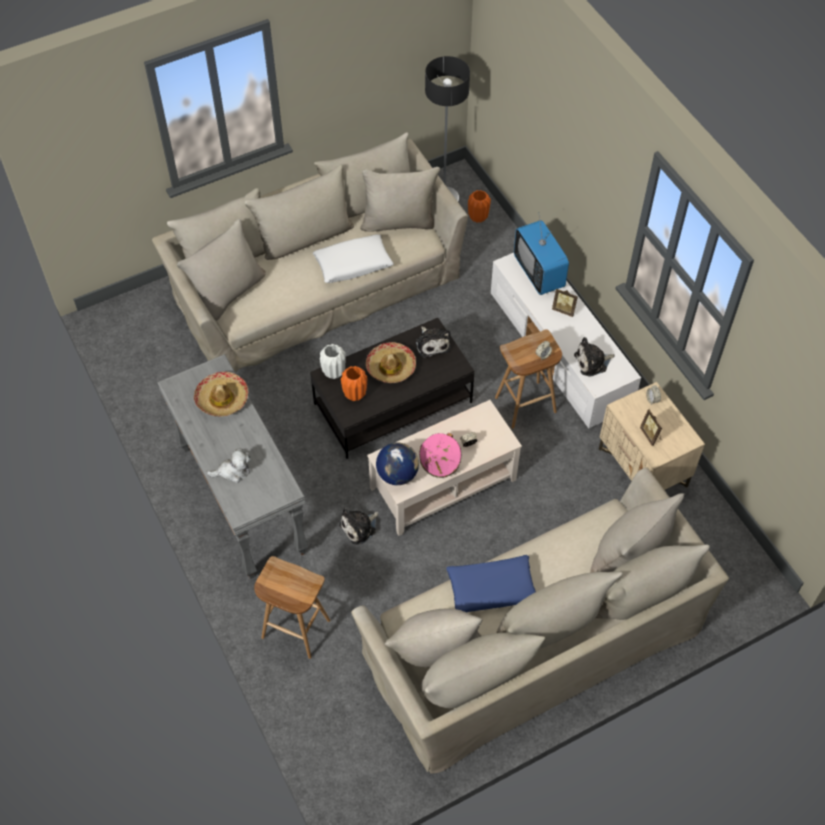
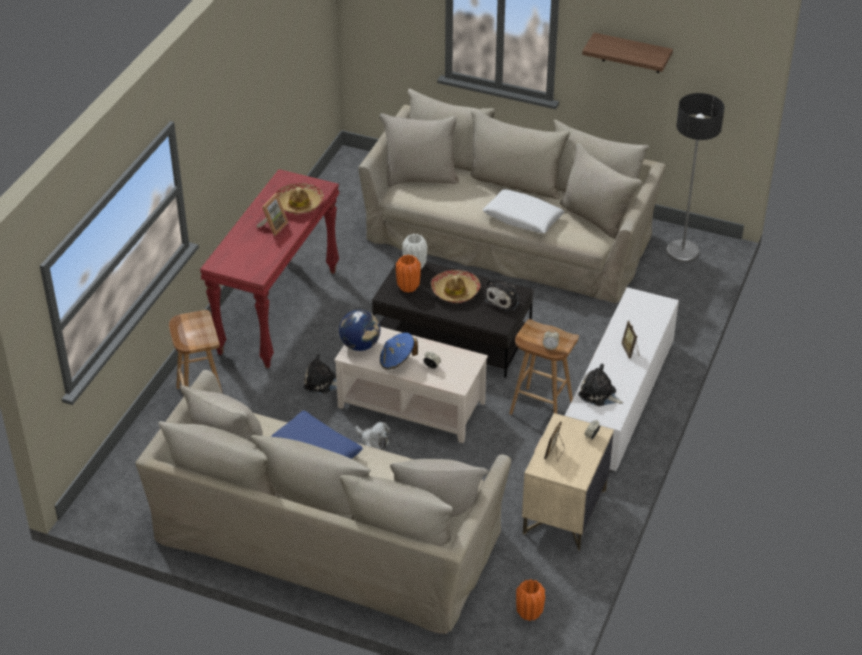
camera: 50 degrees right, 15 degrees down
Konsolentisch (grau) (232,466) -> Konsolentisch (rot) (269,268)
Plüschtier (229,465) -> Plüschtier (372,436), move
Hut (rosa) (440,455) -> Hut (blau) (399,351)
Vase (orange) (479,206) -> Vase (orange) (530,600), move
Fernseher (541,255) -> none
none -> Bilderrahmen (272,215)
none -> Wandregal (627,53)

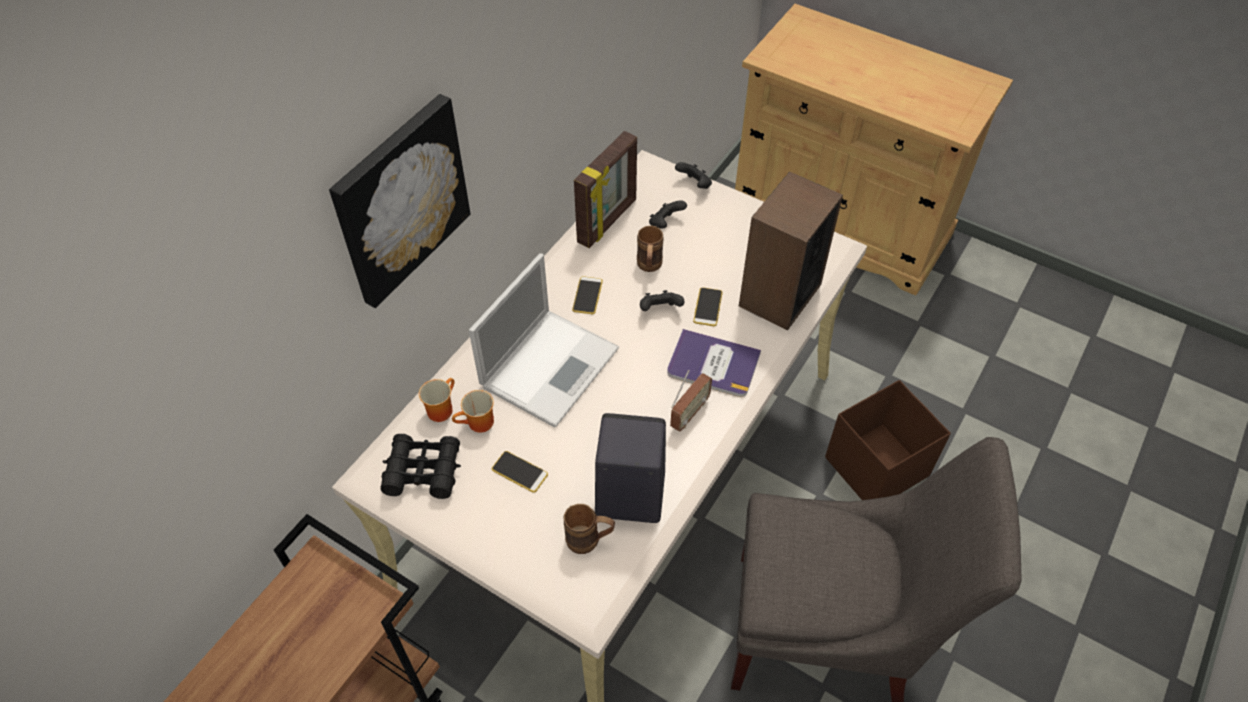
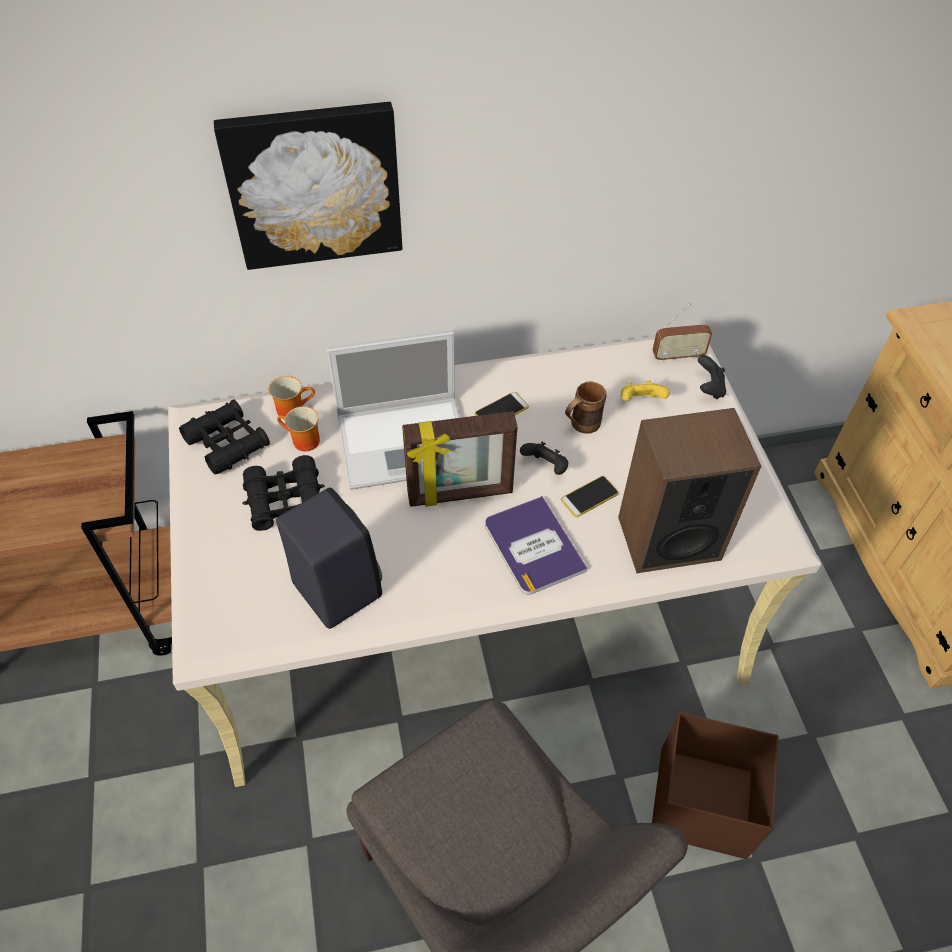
camera: 45 degrees right, 0 degrees up
Handy (520,472) -> Fernglas (schwarz) (283,493)
Henkelbecher (braun) (589,529) -> none
Bilderrahmen (605,189) -> Bilderrahmen (460,459), move
Gamepad (schwarz) (668,214) -> Gamepad (gelb) (645,390)
Radio (691,401) -> Radio (682,333), move

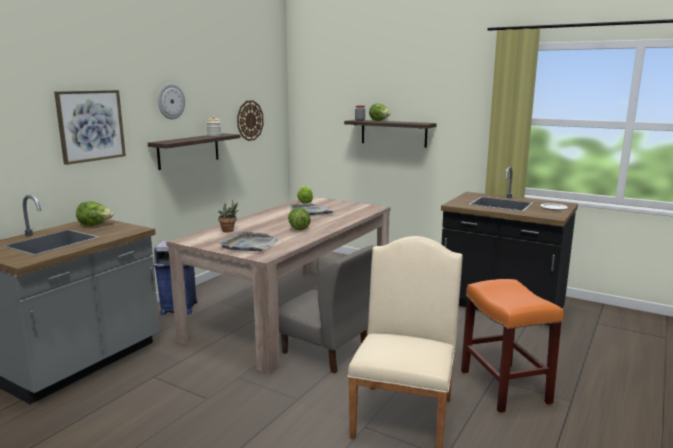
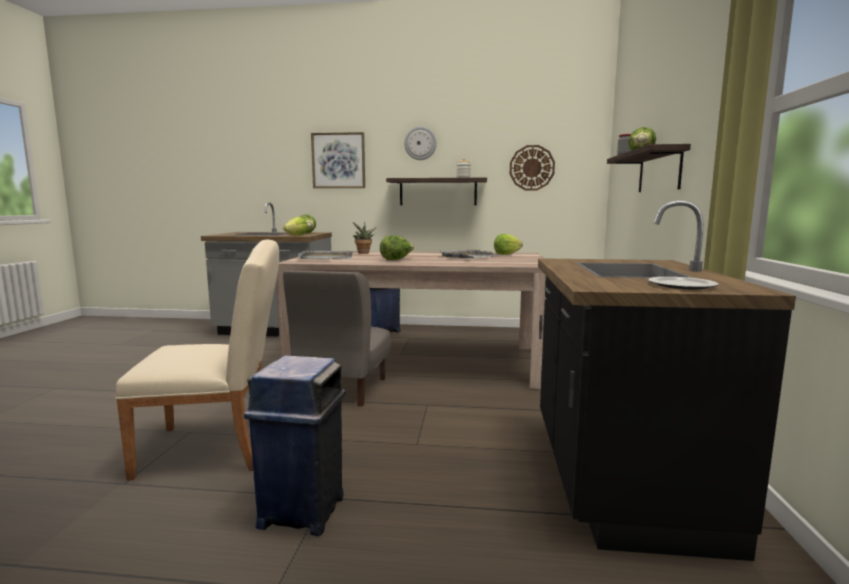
camera: 65 degrees right, 5 degrees down
Hocker (orange) (512,346) -> Mülleimer (blau) (295,446)
none -> Salatkopf (295,226)

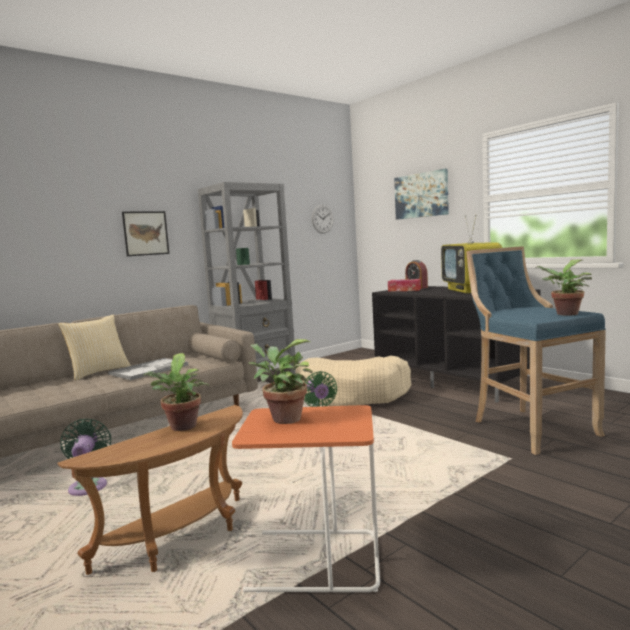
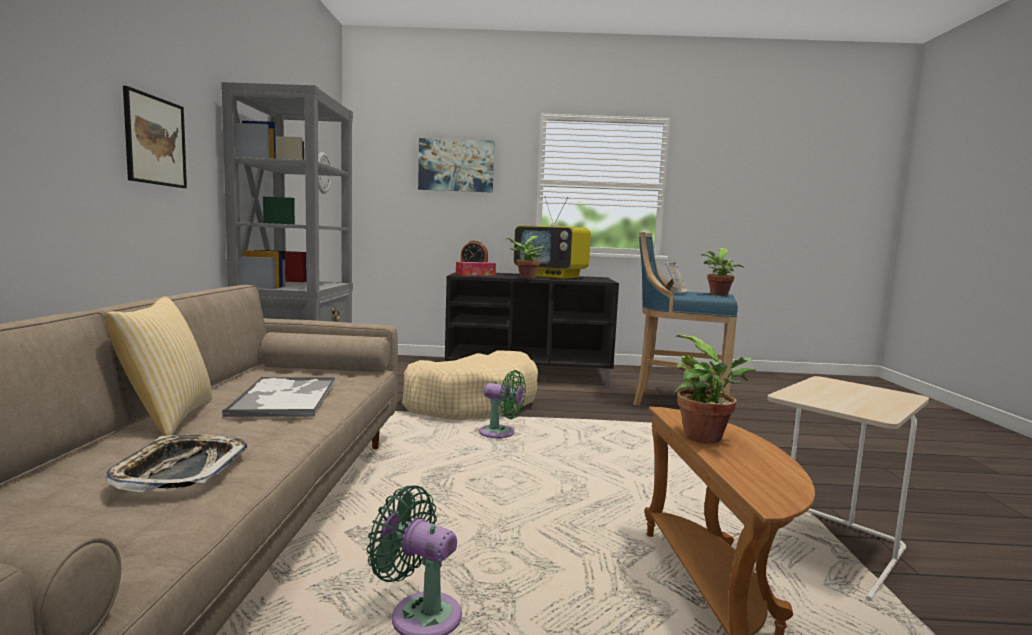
camera: 50 degrees left, 0 degrees up
Beistelltisch (orange) (306,499) -> Beistelltisch (beige) (848,488)
Topfpflanze (281,381) -> Topfpflanze (525,257), move
none -> Tablett (176,463)
none -> Bilderrahmen (677,278)

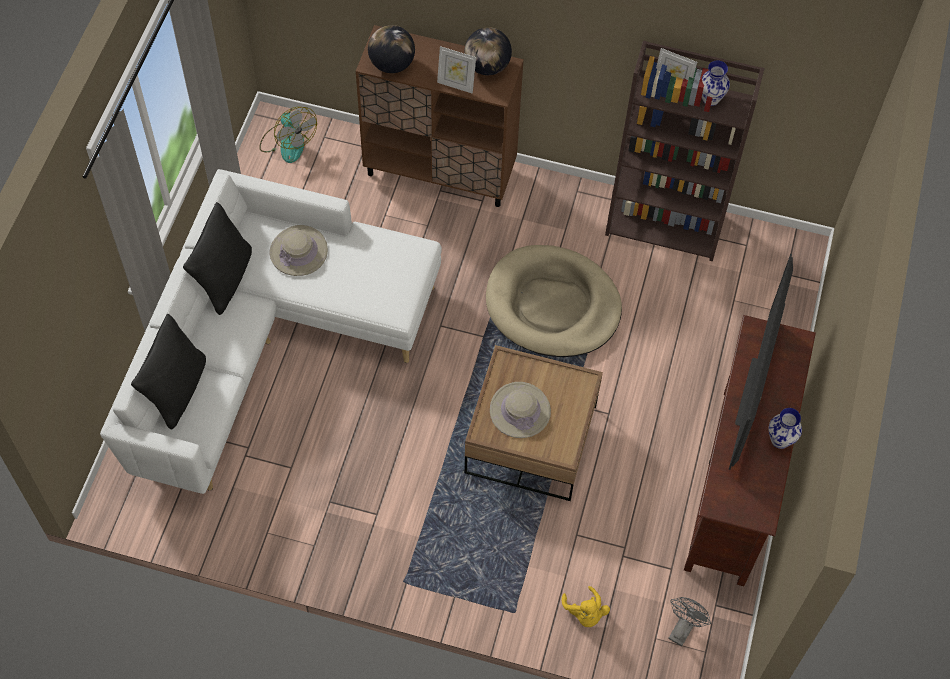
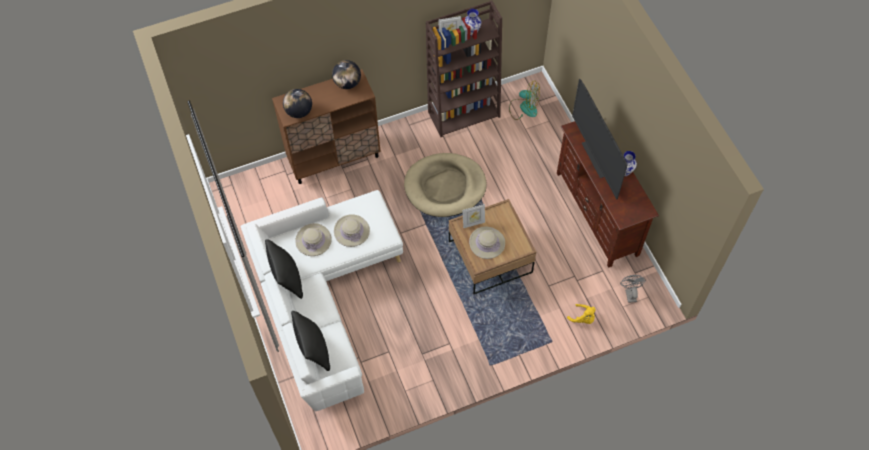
camera: 35 degrees left, 0 degrees up
Ventilator (288,135) -> Ventilator (524,100), move
Bilderrahmen (456,70) -> Bilderrahmen (473,216), move
none -> Hut (beige) (352,230)

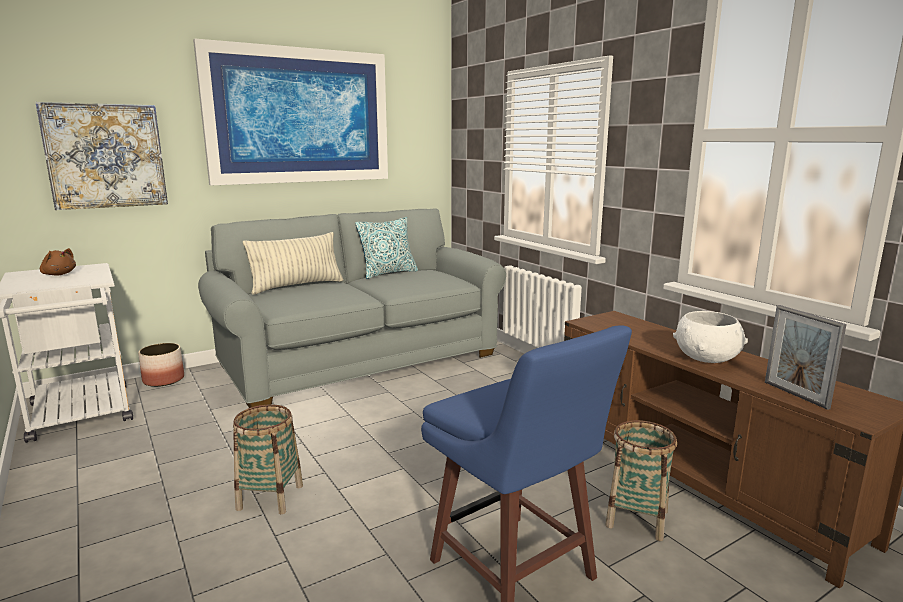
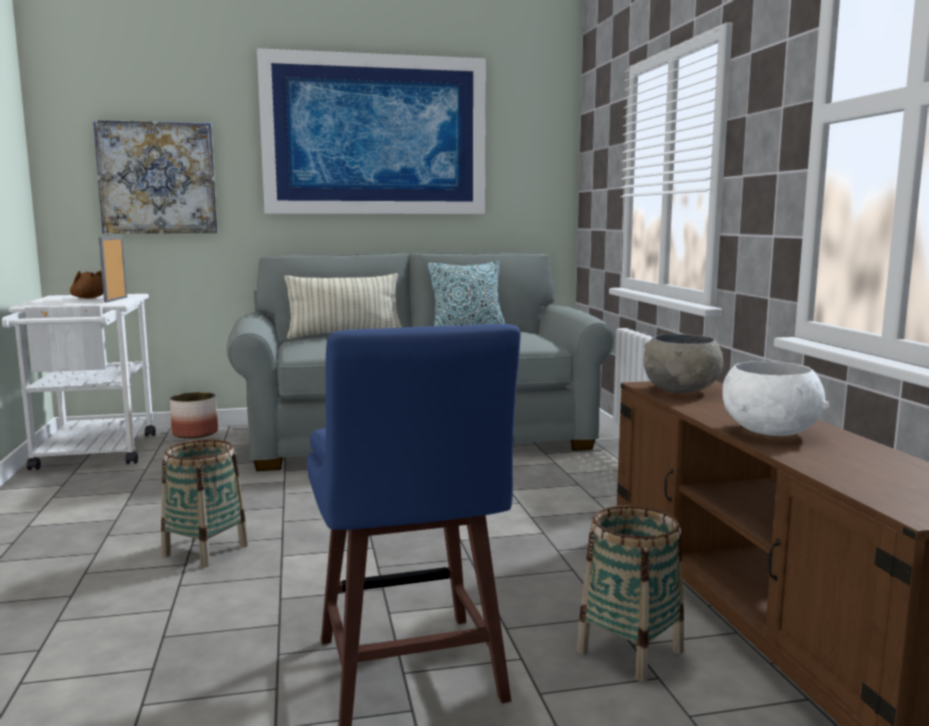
camera: 20 degrees right, 5 degrees down
Bilderrahmen (806,357) -> Bilderrahmen (113,269), move
none -> Schüssel (grau) (683,363)

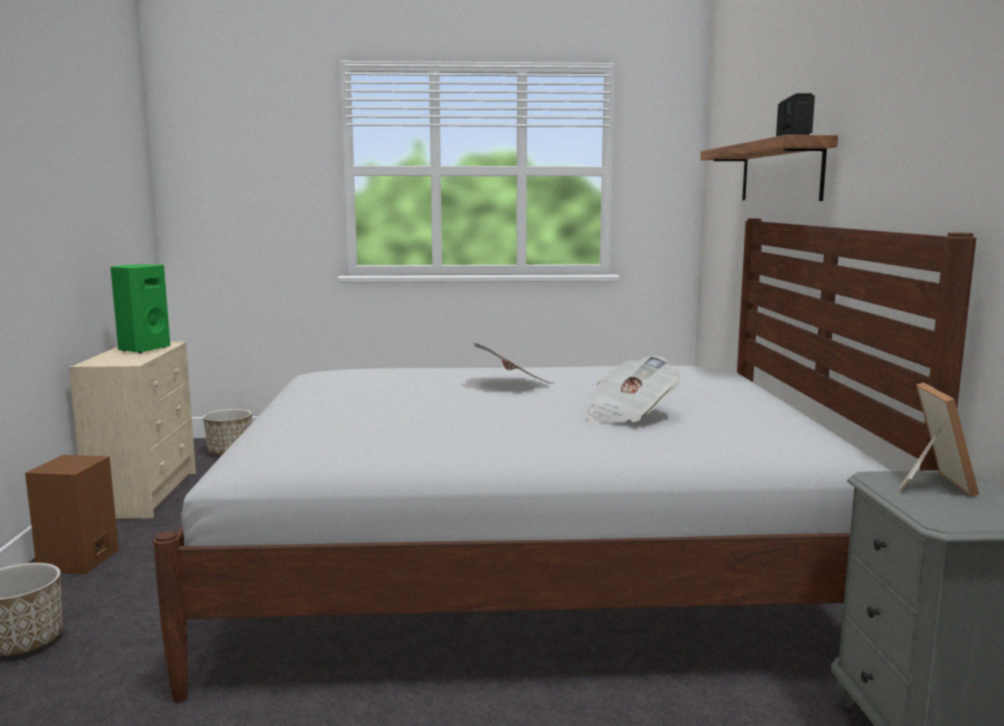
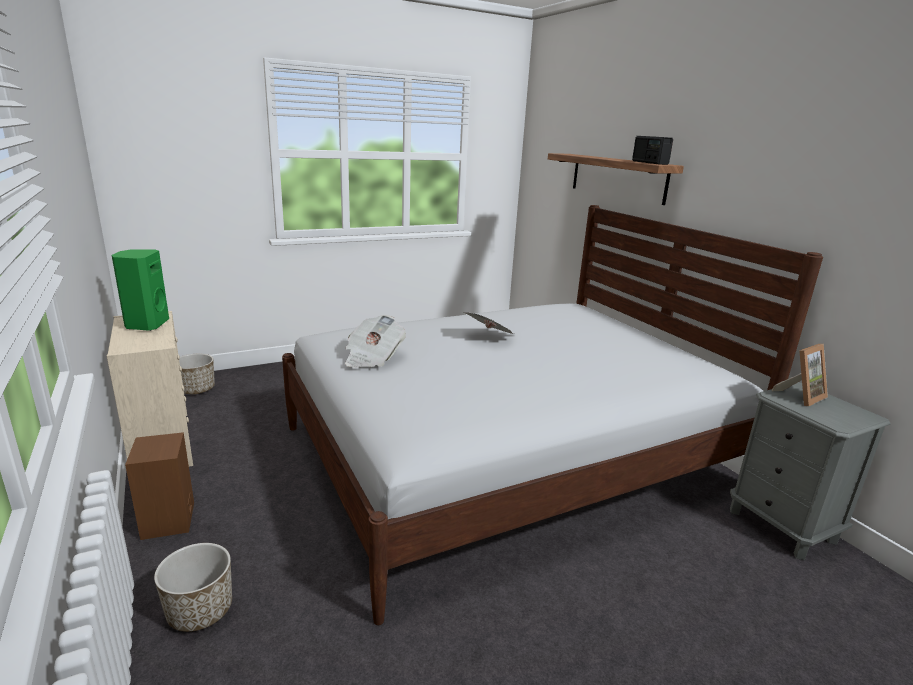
camera: 25 degrees left, 10 degrees up
Zeitung (633,389) -> Zeitung (375,341), move
Bilderrahmen (939,439) -> Bilderrahmen (799,375), 75 degrees clockwise

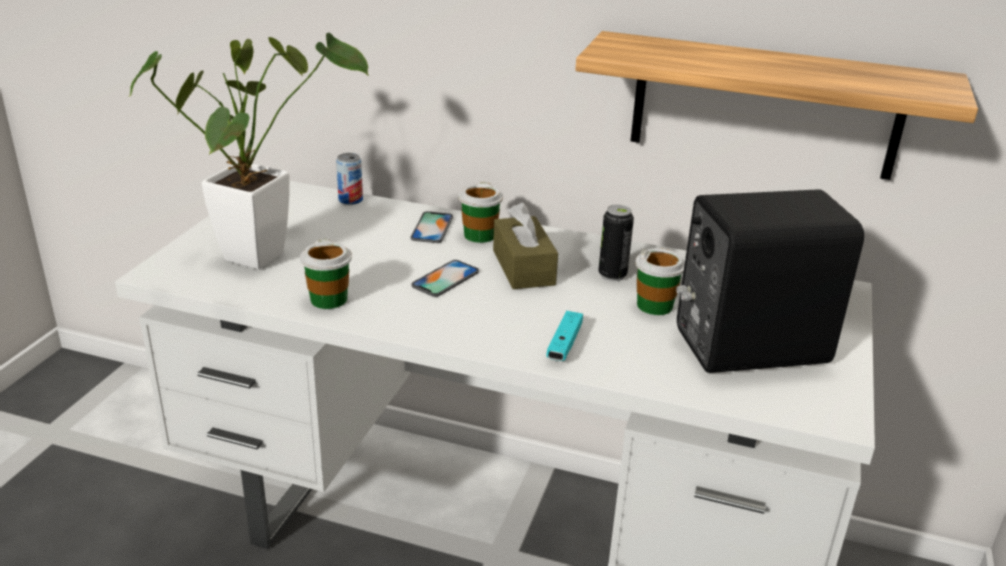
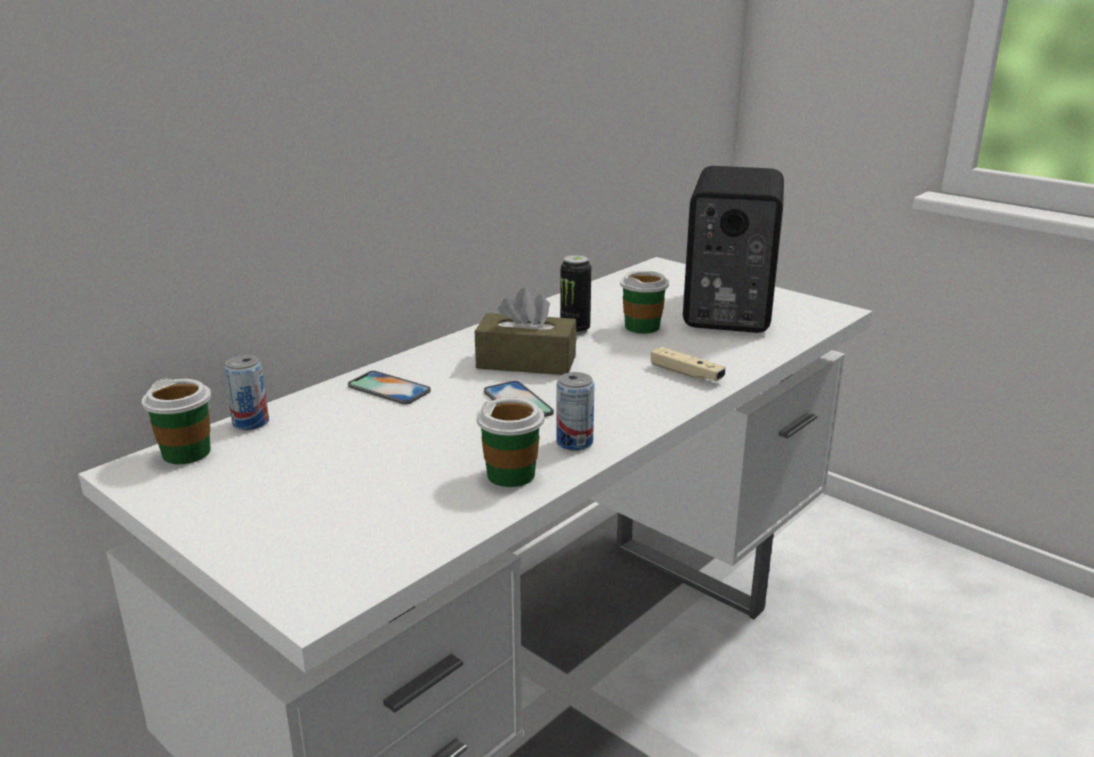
camera: 65 degrees left, 5 degrees down
Topfpflanze (249,151) -> none
Tasse (480,212) -> Tasse (176,421), move
Gamepad (türkis) (564,336) -> Gamepad (beige) (688,364)
Wandregal (776,105) -> none
none -> Dose (575,411)

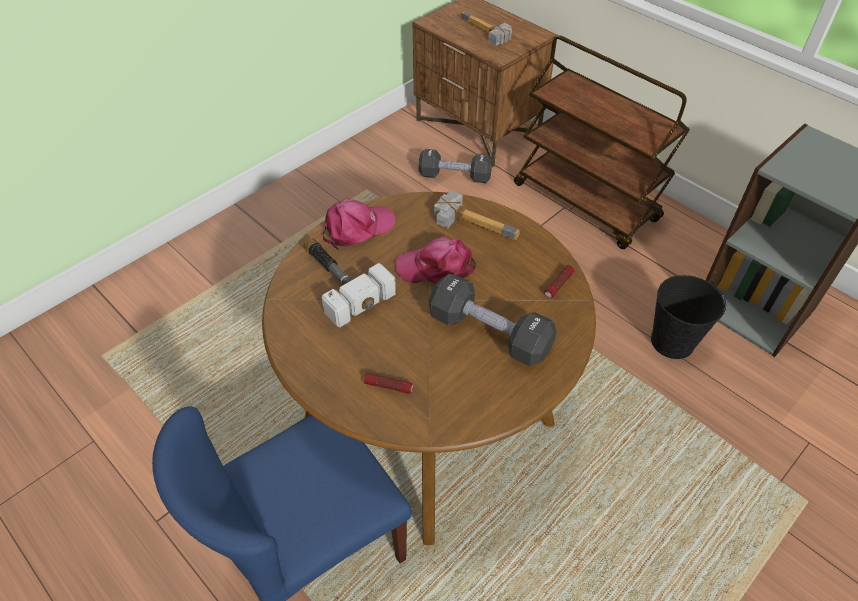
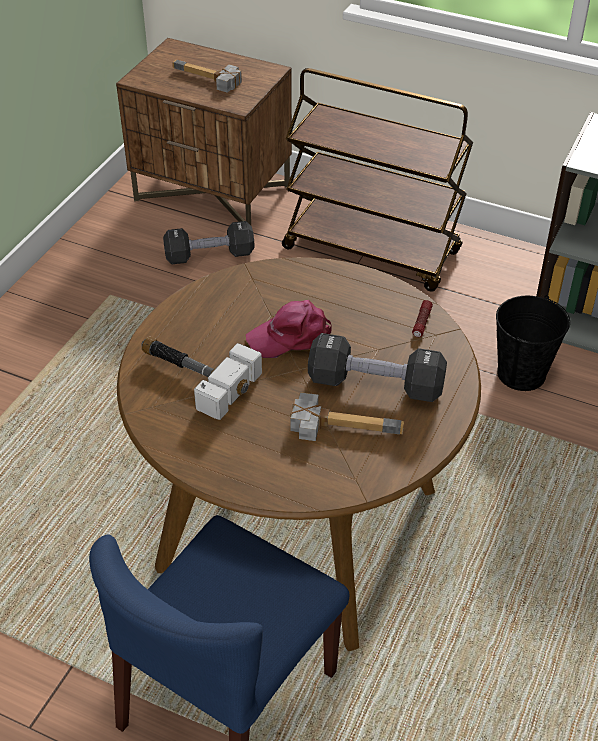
camera: 20 degrees left, 5 degrees down
Kappe (rosa) (359,224) -> none
Taschenlampe (388,383) -> none
Hammer (476,215) -> Hammer (347,416), move

